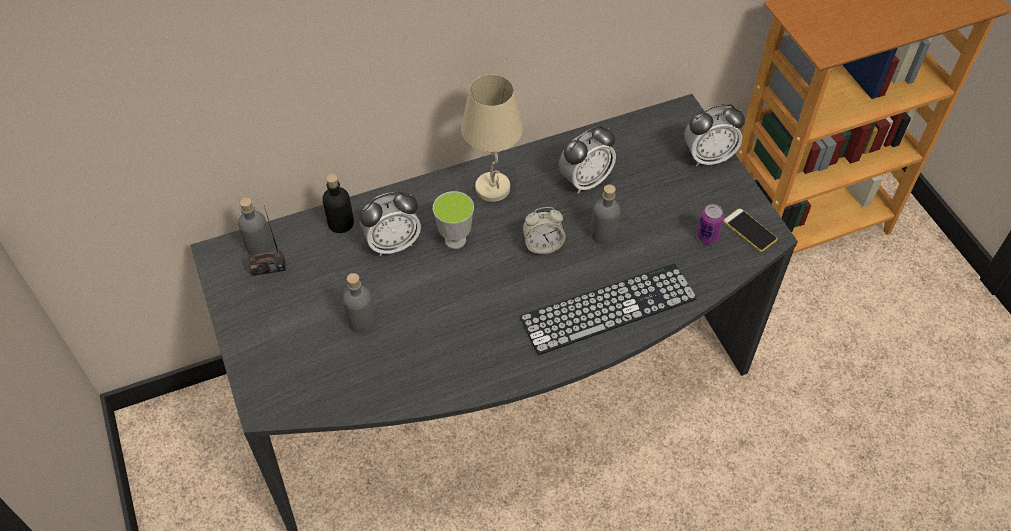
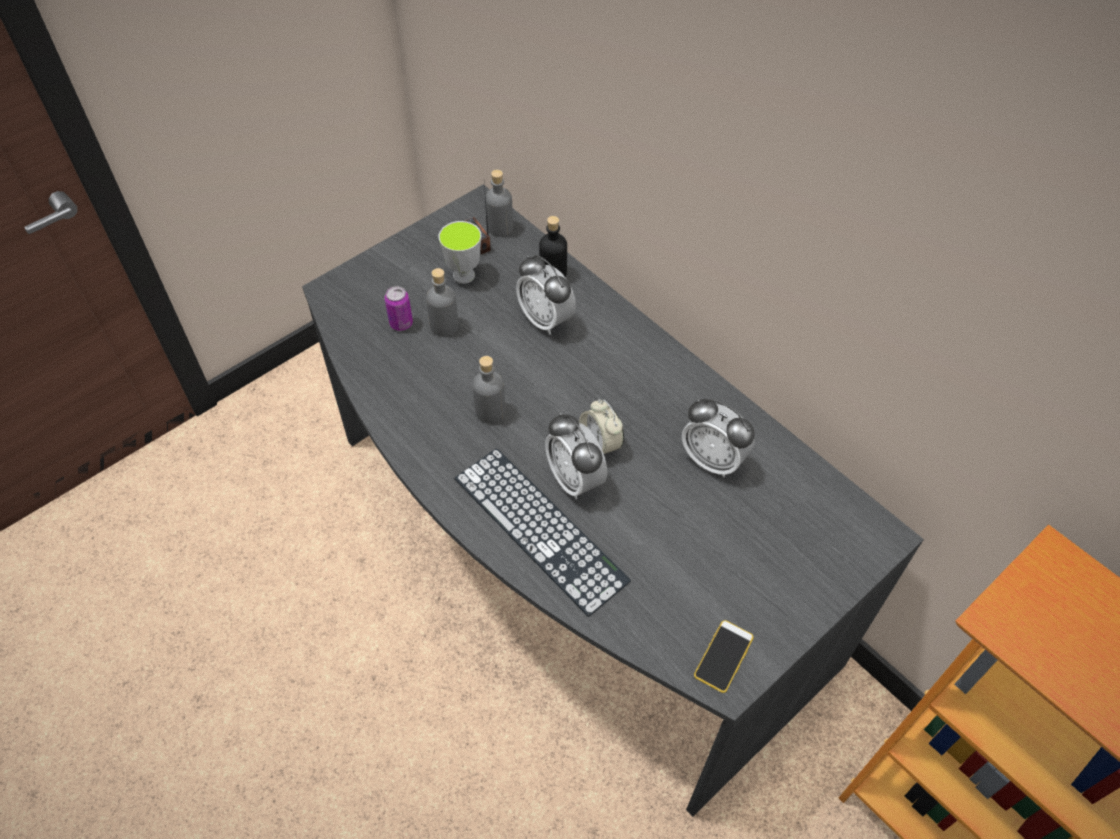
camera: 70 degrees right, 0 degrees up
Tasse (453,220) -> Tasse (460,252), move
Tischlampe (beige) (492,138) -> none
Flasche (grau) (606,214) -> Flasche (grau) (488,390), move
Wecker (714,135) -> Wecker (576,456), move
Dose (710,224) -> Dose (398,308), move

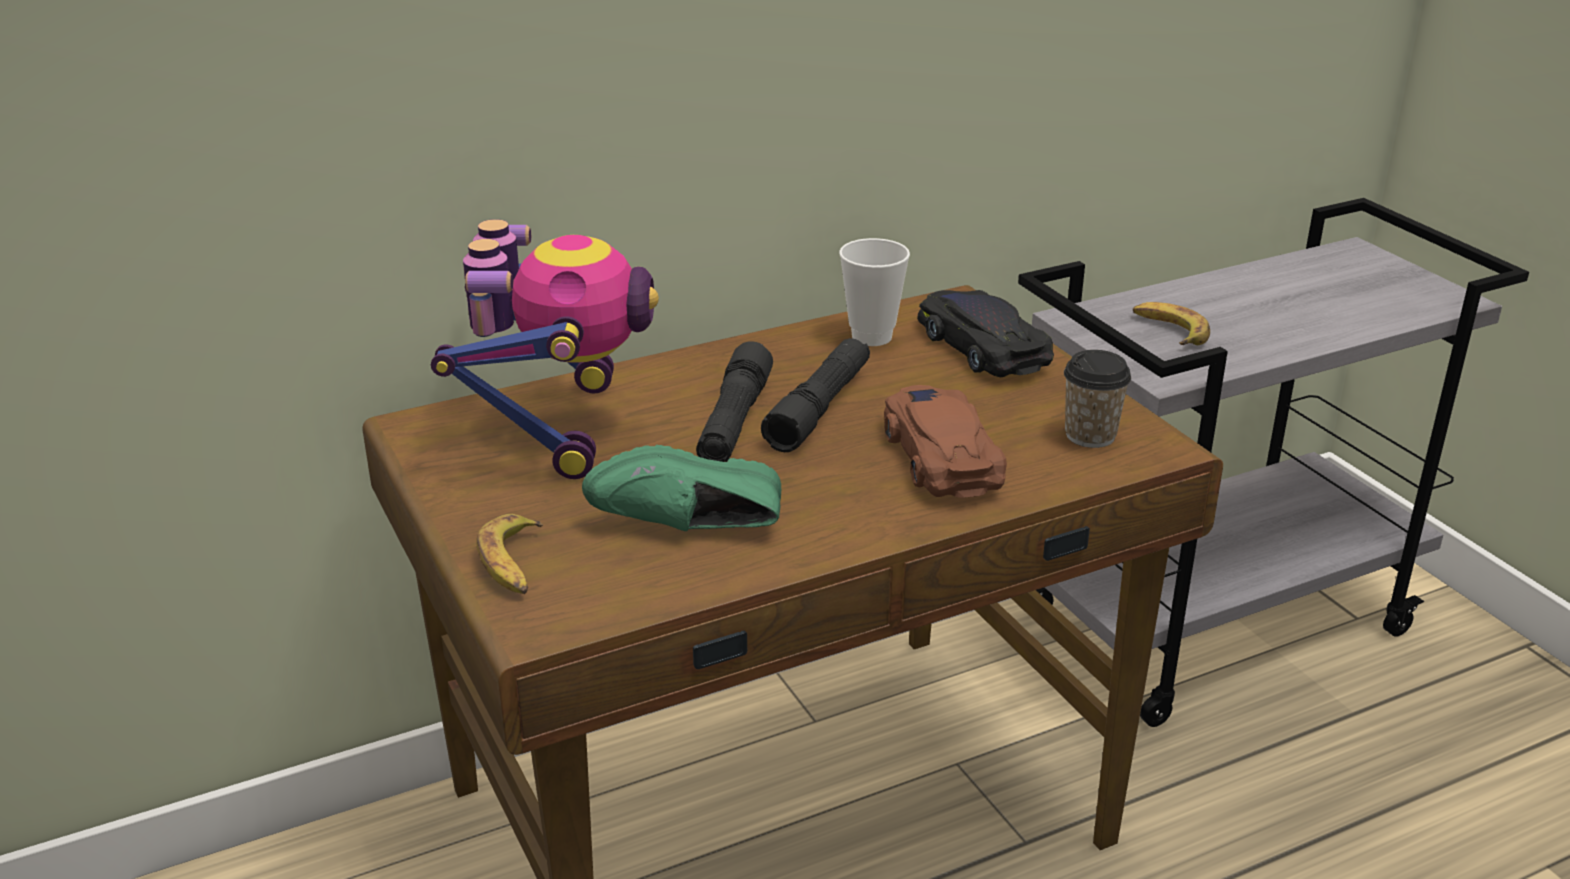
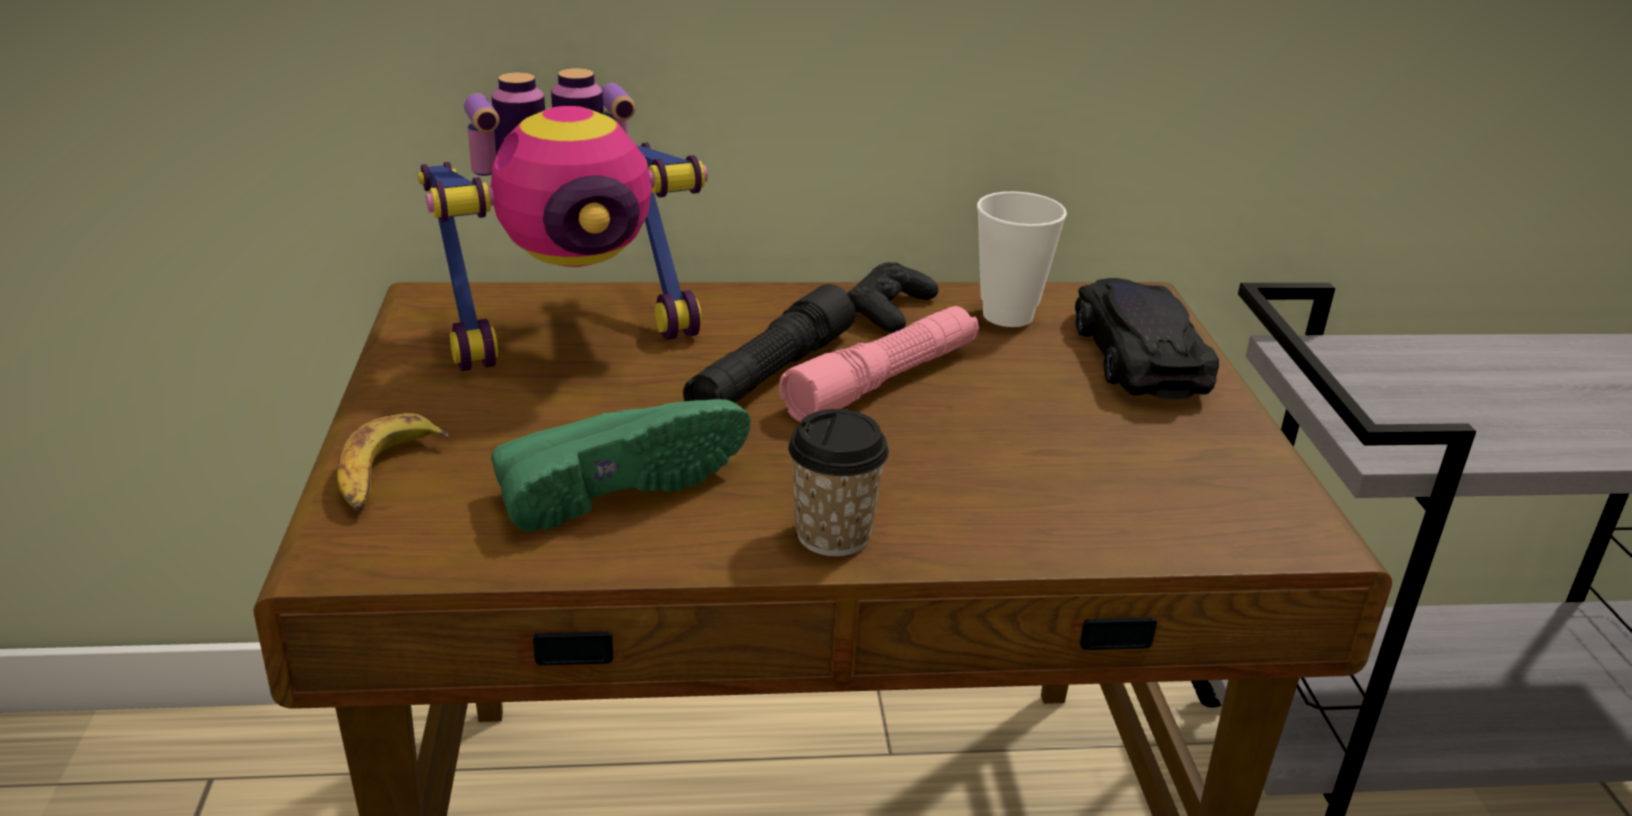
camera: 20 degrees right, 0 degrees up
Spielzeugroboter (545,349) -> Spielzeugroboter (563,219), 45 degrees clockwise
Schuh (grün) (681,488) -> Schuh (grün) (621,465), 135 degrees clockwise
Taschenlampe (schwarz) (815,395) -> Taschenlampe (rosa) (879,364)
Spielzeugauto (braun) (945,441) -> none
Tasse (1097,399) -> Tasse (838,482), move
Banane (1171,323) -> none
none -> Gamepad (schwarz) (892,297)

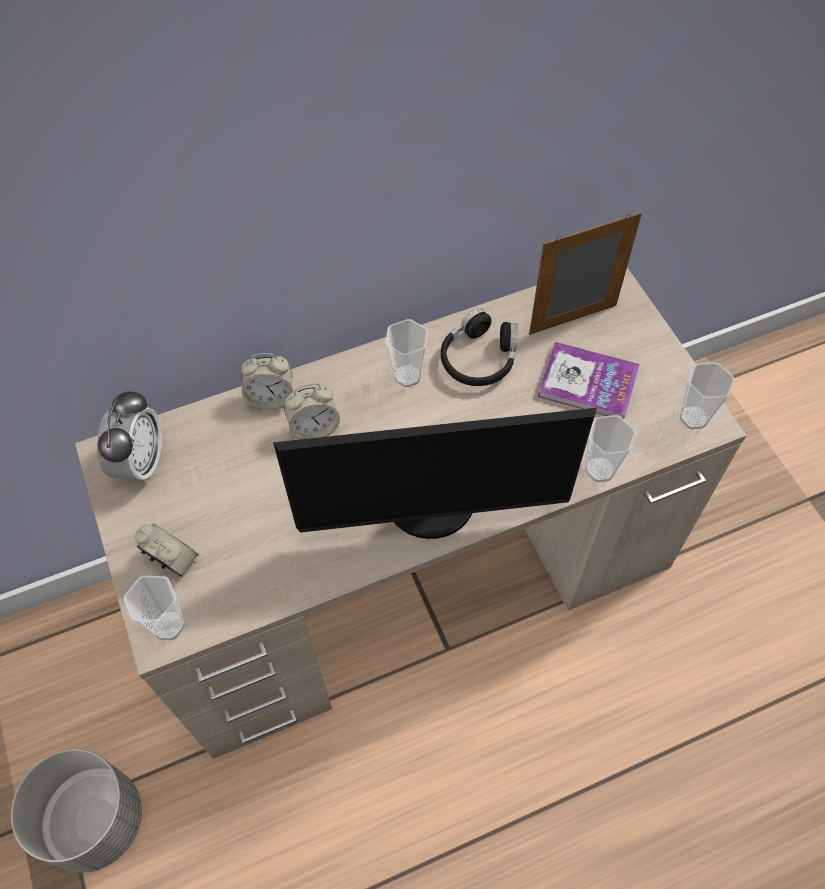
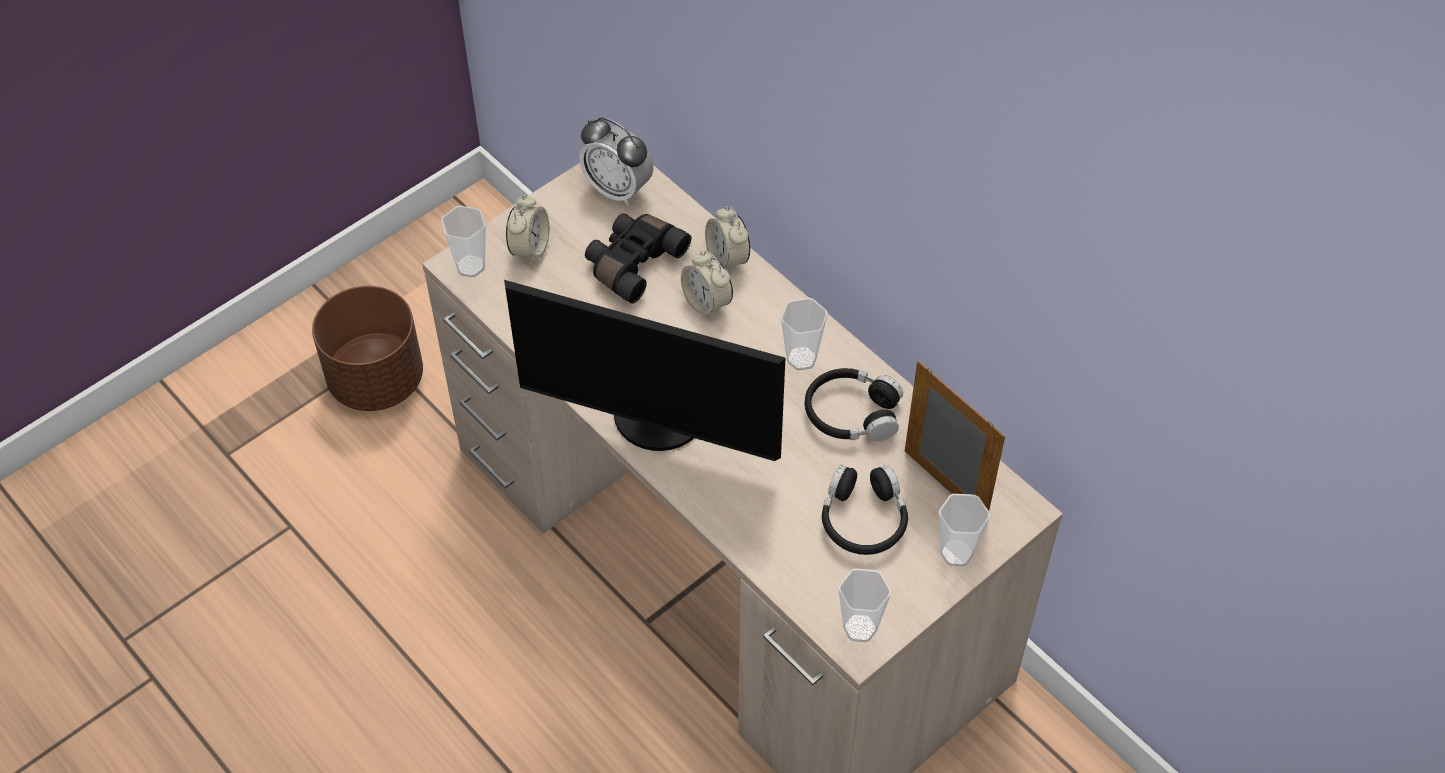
camera: 70 degrees right, 5 degrees down
Pflanzkübel (grau) (76,811) -> Pflanzkübel (braun) (367,348)
Wecker (129,436) -> Wecker (616,161), 45 degrees clockwise
Monitor (435,473) -> Monitor (644,370), 45 degrees counterclockwise
Buch (588,380) -> Kopfhörer (schwarz) (865,510)
Tasse (610,448) -> Tasse (964,530), move
none -> Fernglas (schwarz) (638,258)

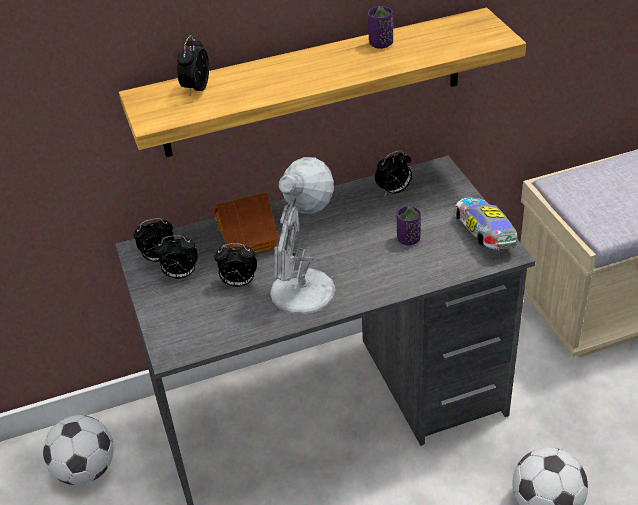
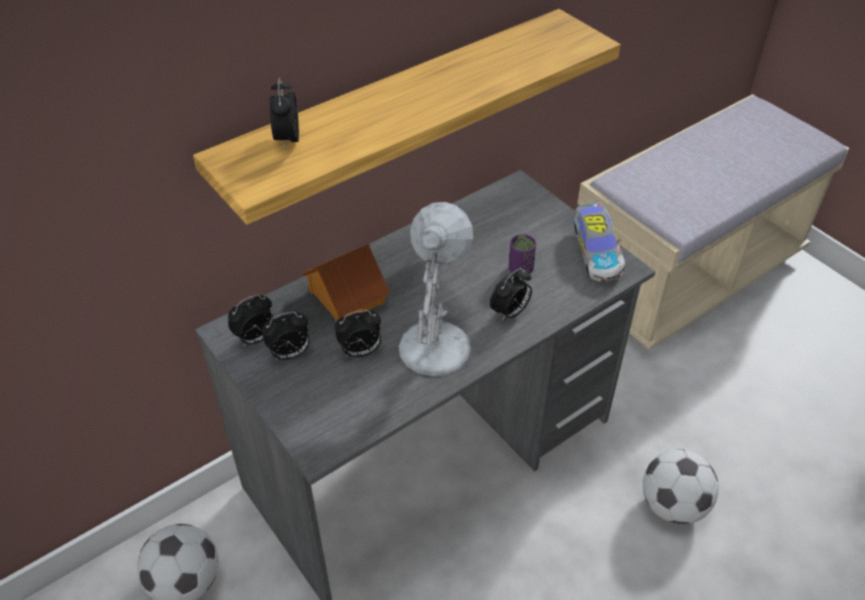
camera: 20 degrees left, 5 degrees up
Tasse (lila) (380,27) -> none
Wecker (393,172) -> Wecker (511,294), move
Spielzeugauto (485,224) -> Spielzeugauto (599,242), 150 degrees counterclockwise

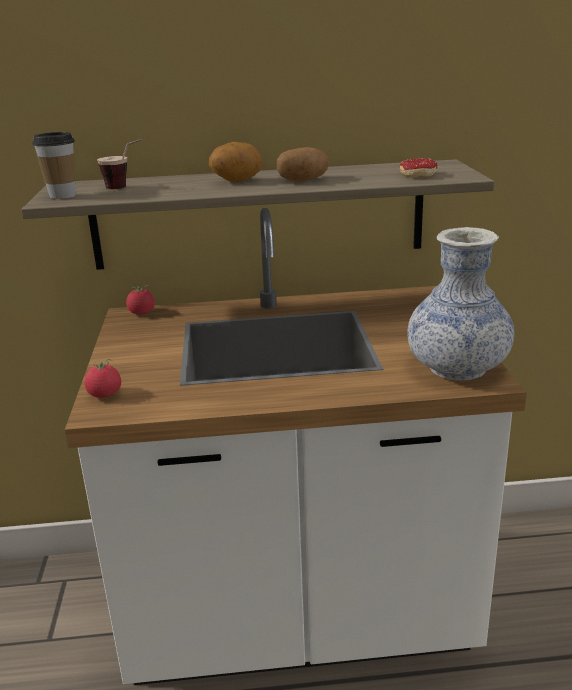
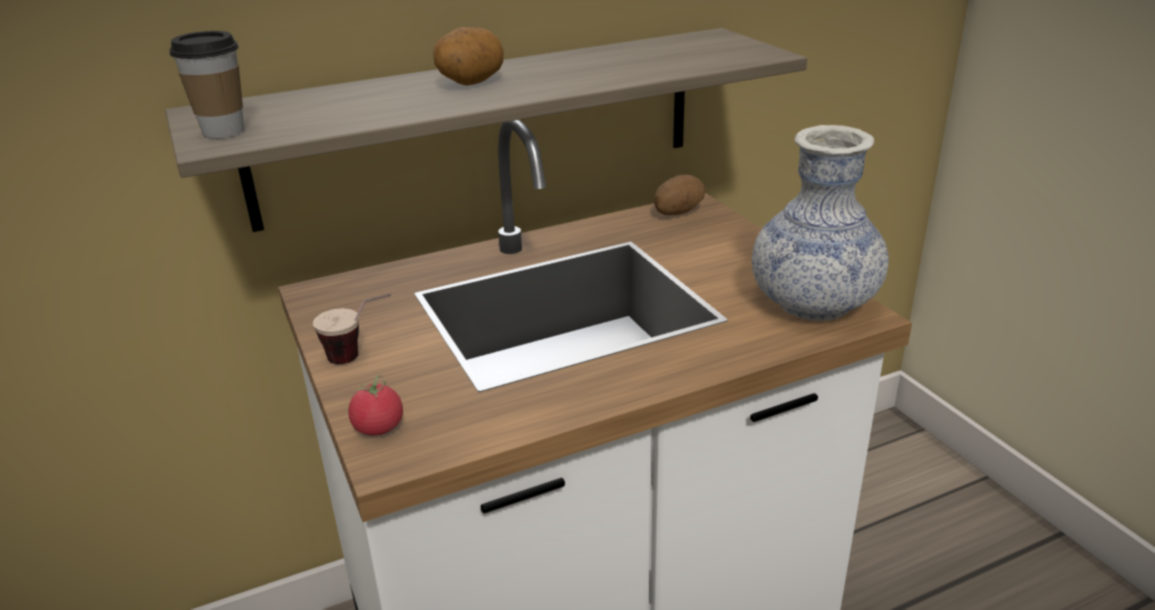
camera: 20 degrees left, 5 degrees up
Tasse (119,164) -> Tasse (352,329), move
Tomate (140,300) -> none
Kartoffel (303,164) -> Kartoffel (680,195), move
Donut (419,164) -> none

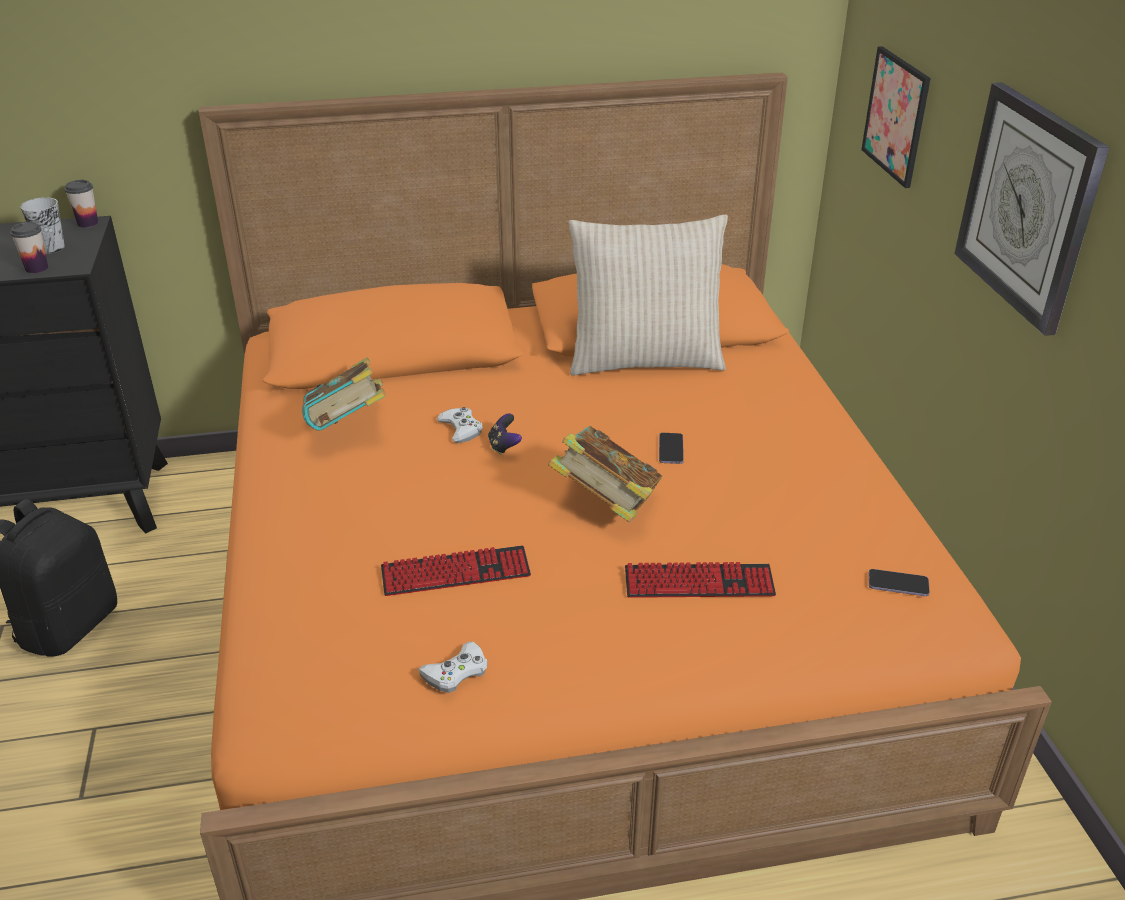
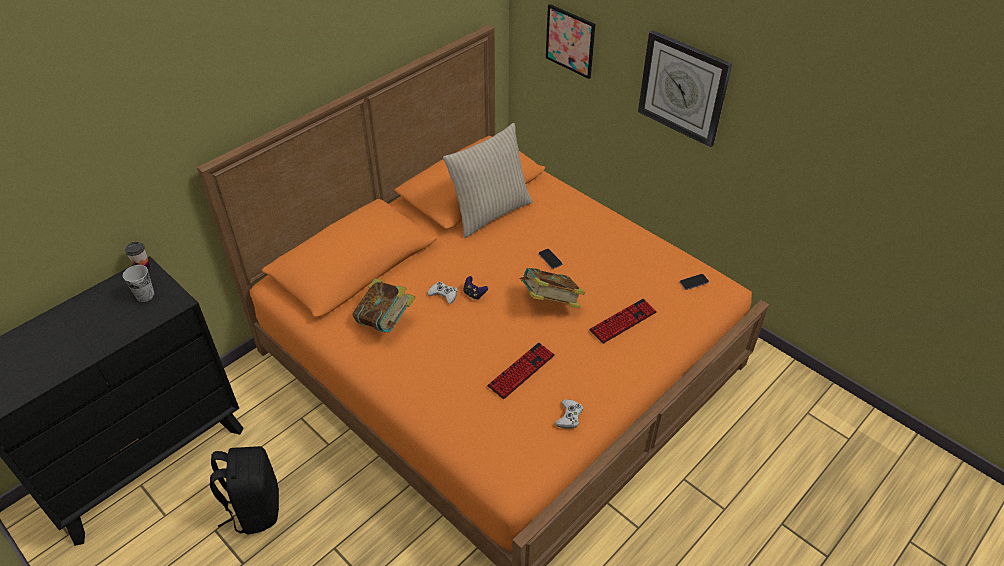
camera: 35 degrees left, 10 degrees up
Tasse (29,247) -> none

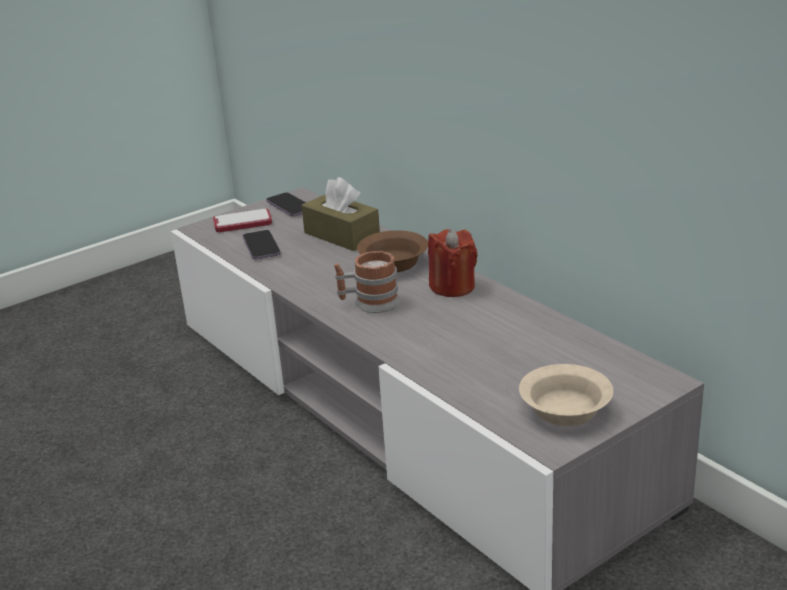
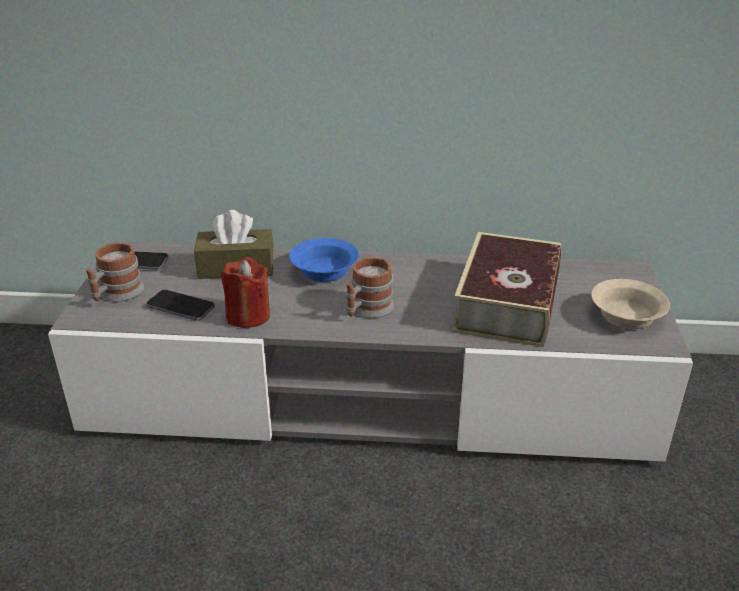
camera: 50 degrees left, 5 degrees up
Handy (242,220) -> Henkelbecher (115,272)
Schüssel (braun) (392,251) -> Schüssel (blau) (324,260)
Kerze (rot) (453,263) -> Kerze (rot) (245,292), move
none -> Buch (506,289)

